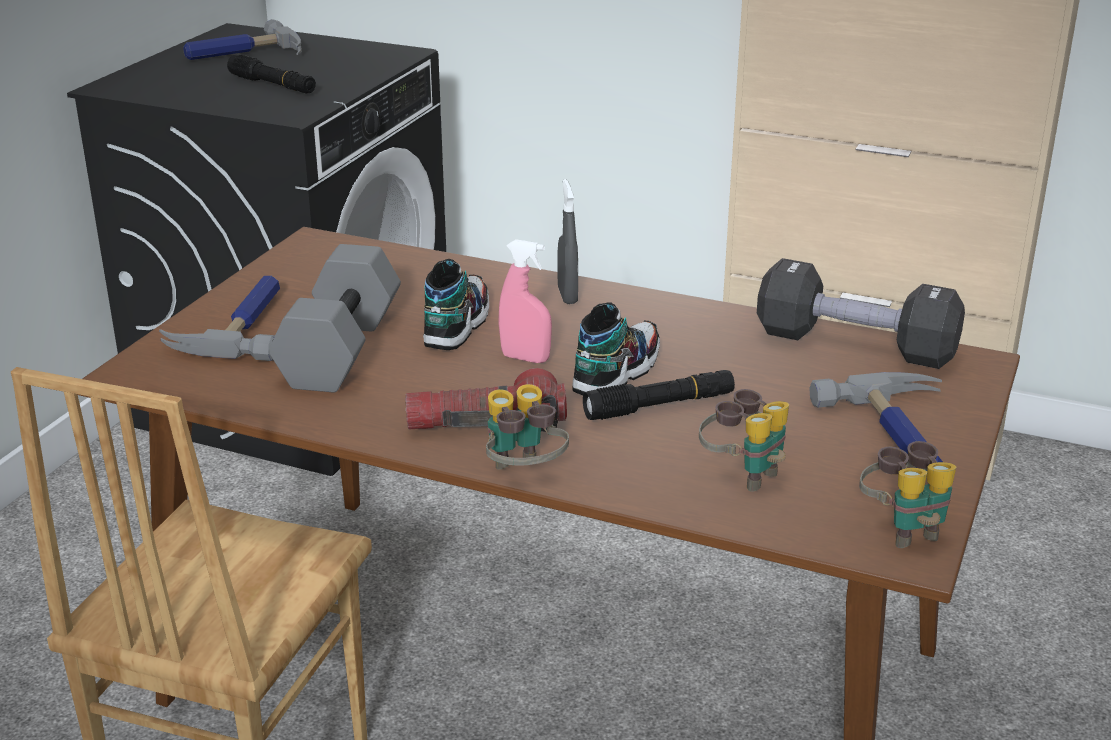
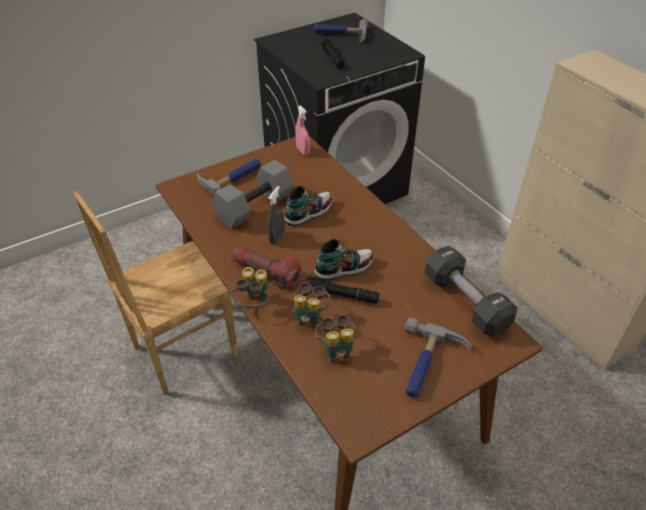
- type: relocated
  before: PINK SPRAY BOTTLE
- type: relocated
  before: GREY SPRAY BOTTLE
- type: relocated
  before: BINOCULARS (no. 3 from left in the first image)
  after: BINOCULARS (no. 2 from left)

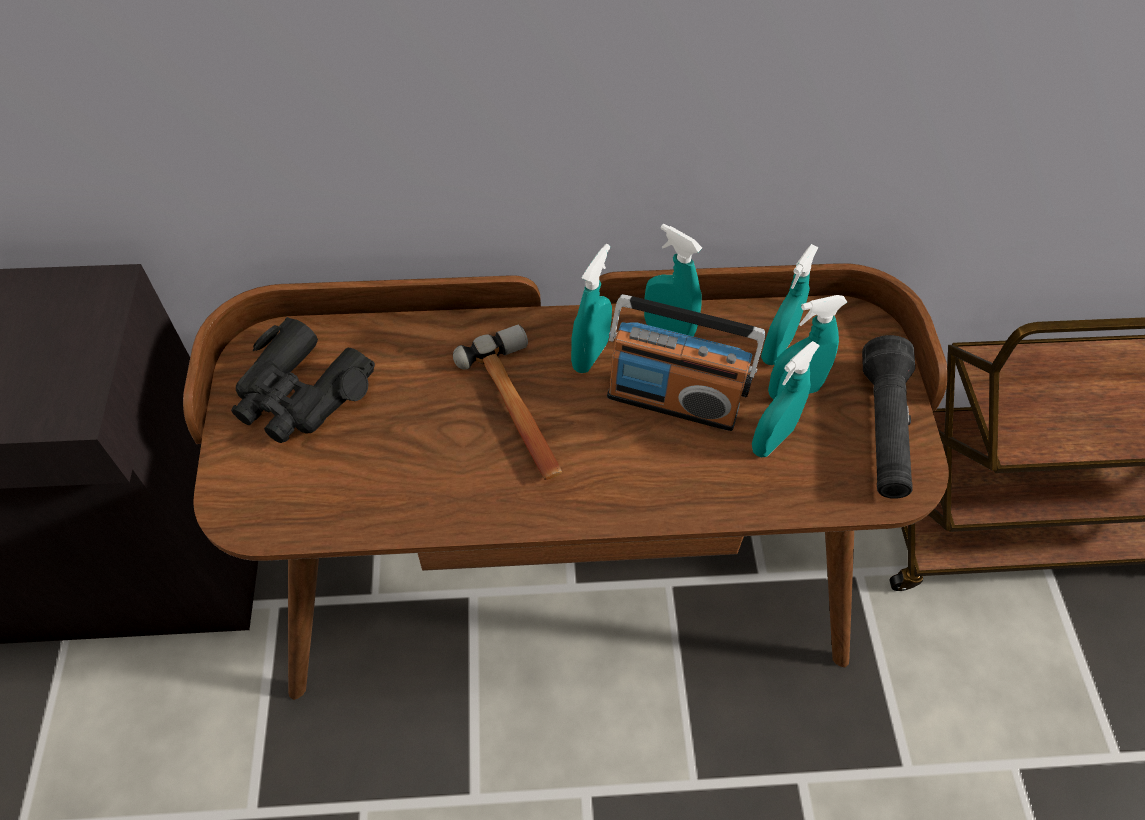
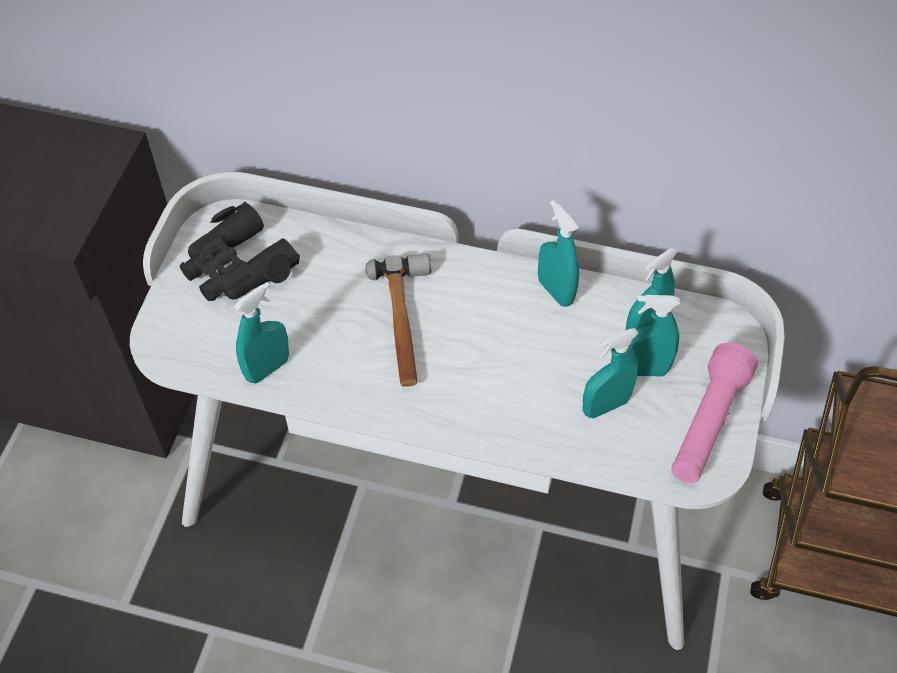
- type: missing
  before: RADIO
- type: relocated
  before: TURQUOISE SPRAY BOTTLE (no. 1 from left)
- type: colour
  before: BROWN DESK
  after: WHITE DESK
- type: colour
  before: BLACK FLASHLIGHT
  after: PINK FLASHLIGHT

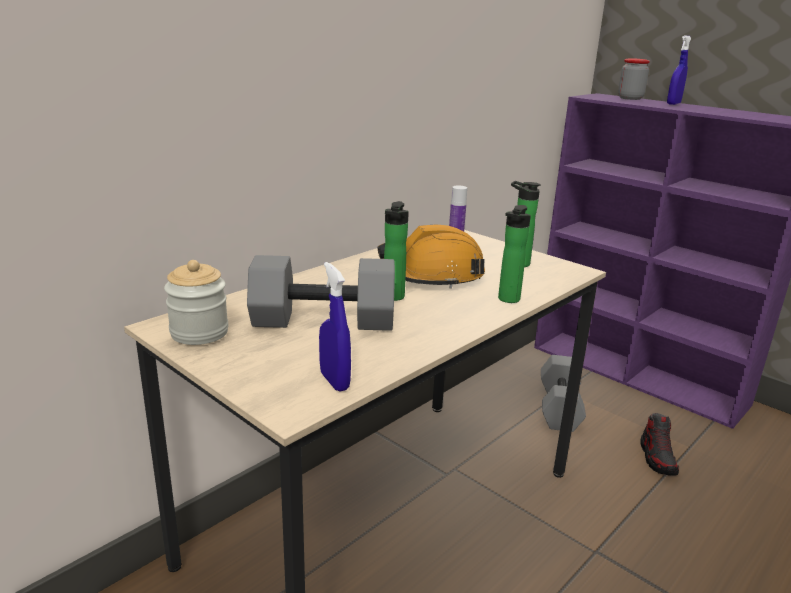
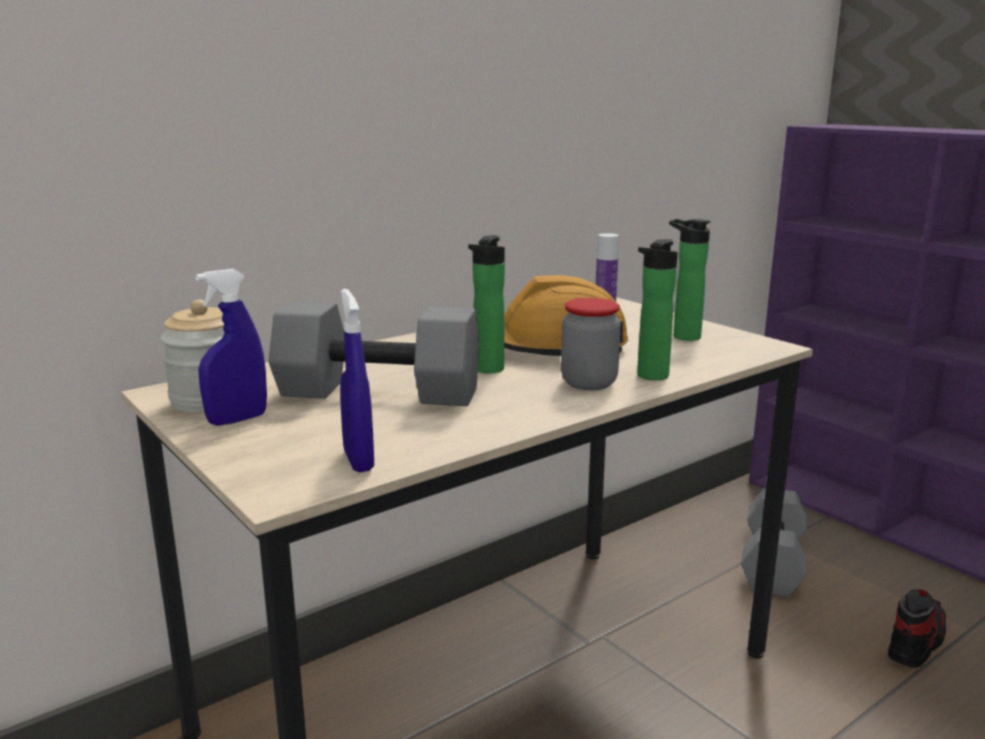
- type: relocated
  before: JAR (no. 2 from left)
- type: relocated
  before: BLUE SPRAY BOTTLE (no. 2 from left in the first image)
  after: BLUE SPRAY BOTTLE (no. 1 from left)
- type: spun
  before: SHOE
  turn: -150

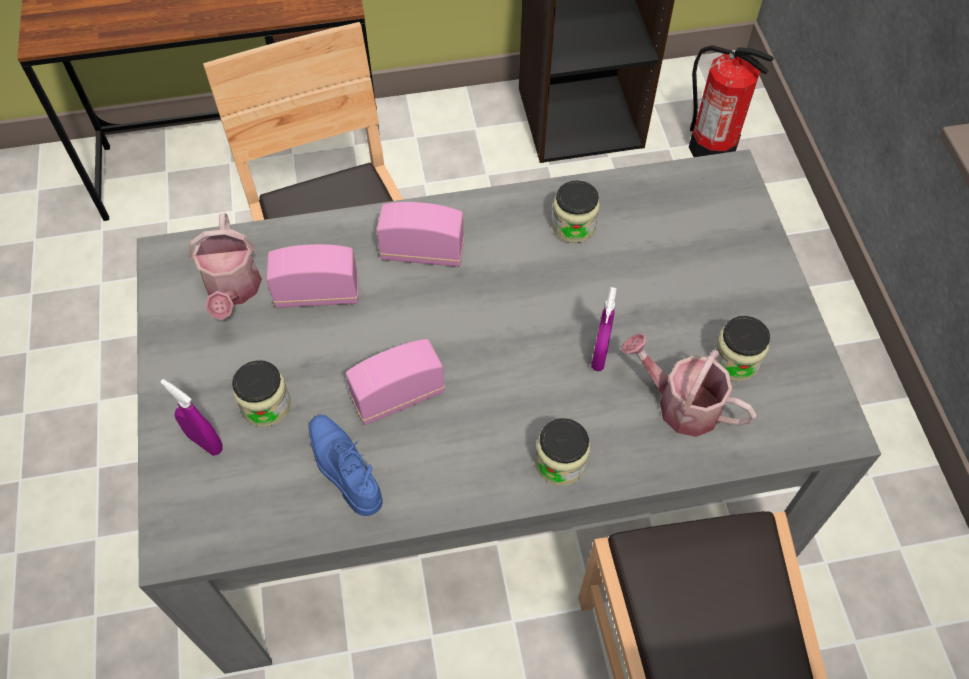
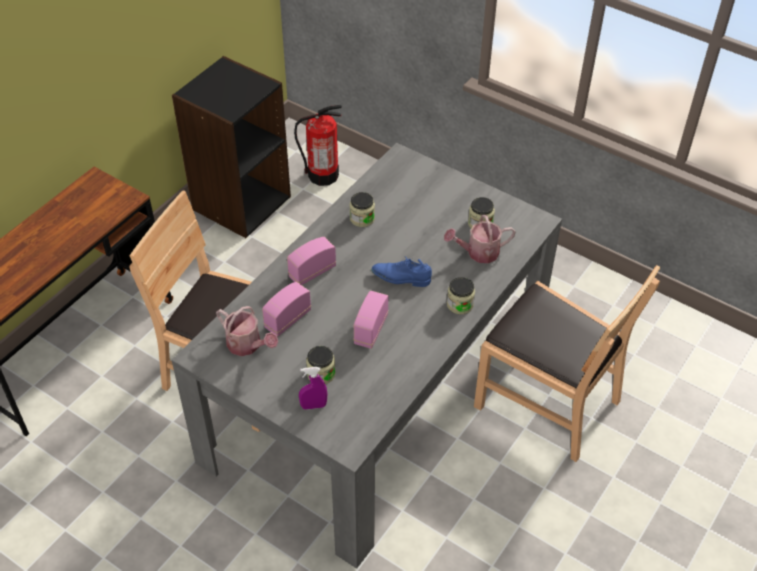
- type: missing
  before: PURPLE SPRAY BOTTLE (no. 2 from left)
- type: relocated
  before: BLUE SHOE

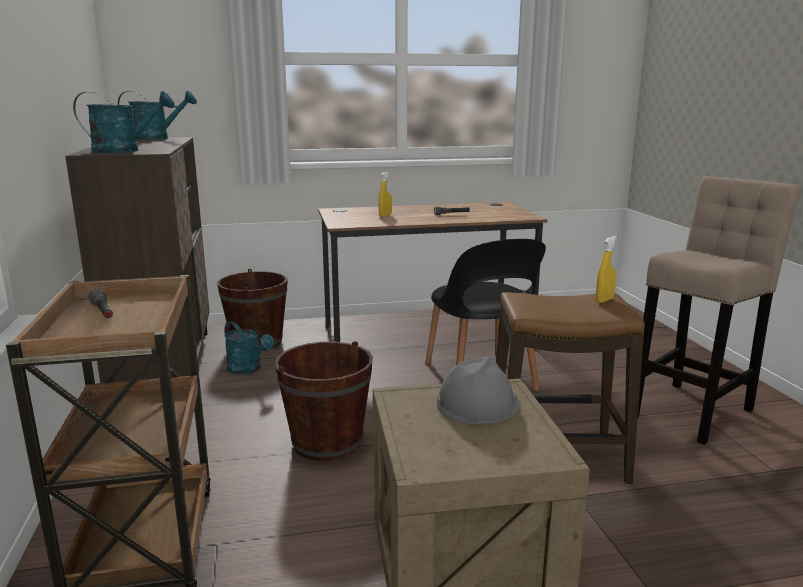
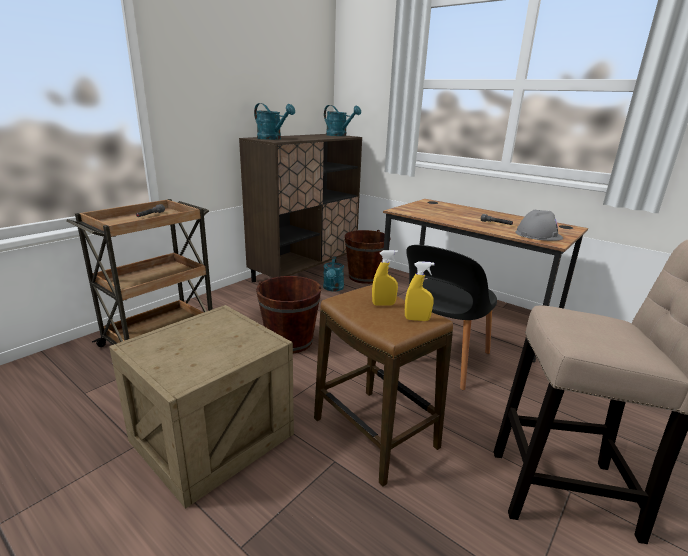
- type: relocated
  before: YELLOW SPRAY BOTTLE (no. 1 from left)
- type: relocated
  before: GREY HARD HAT

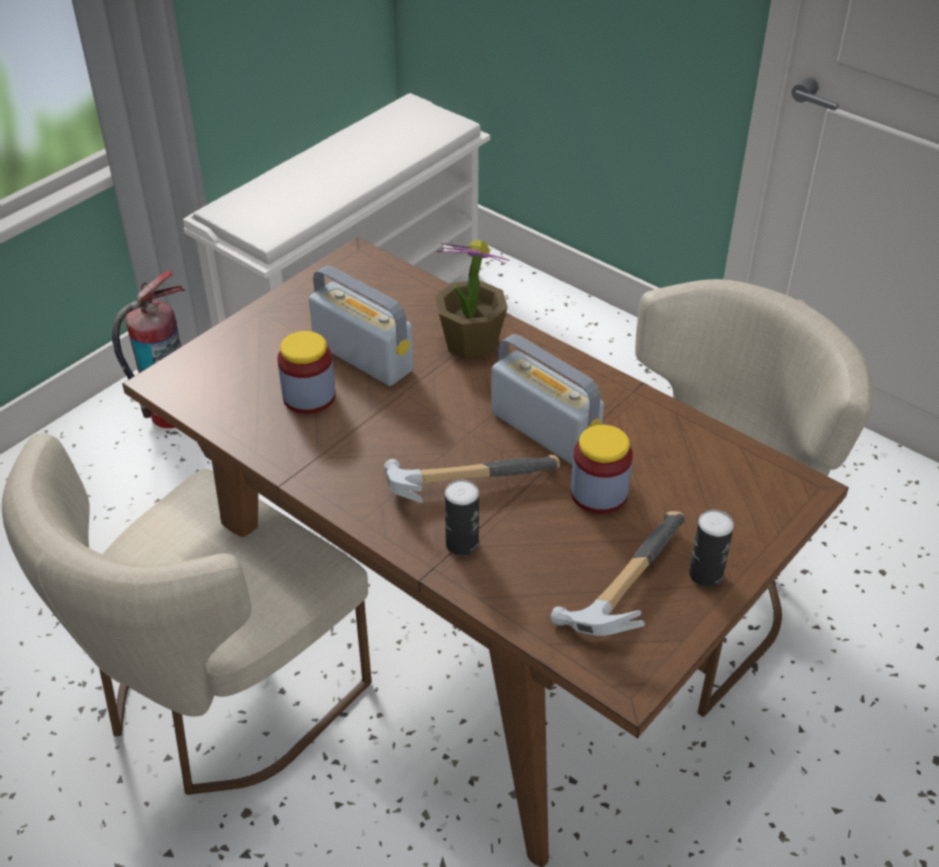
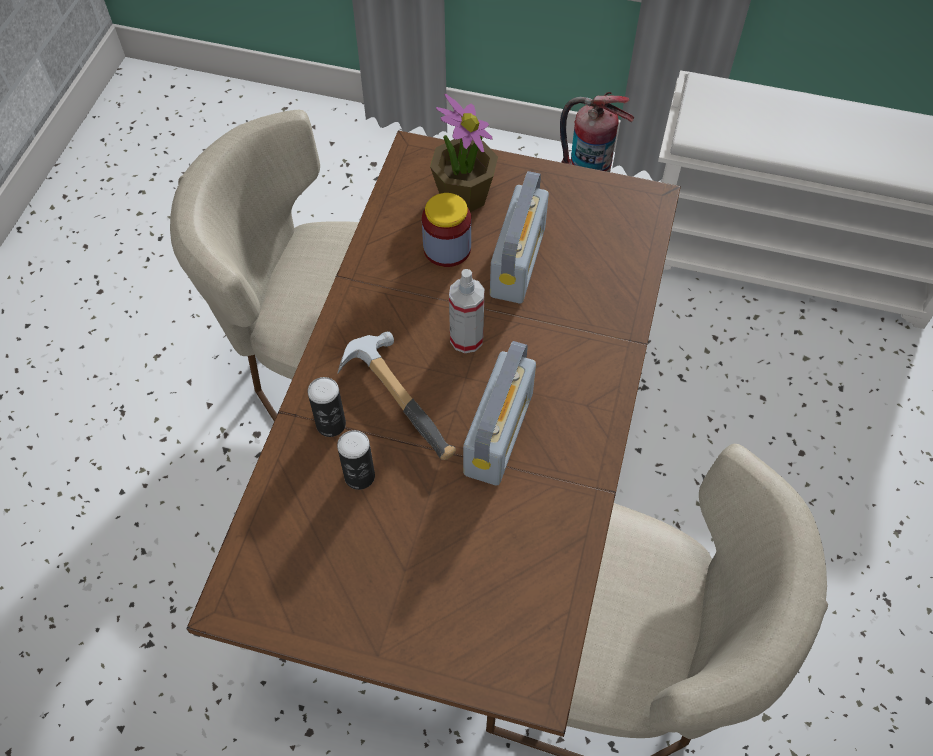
- type: missing
  before: HAMMER (no. 2 from left)
- type: missing
  before: JAR (no. 2 from left)
- type: appeared
  after: SPRAY BOTTLE
- type: relocated
  before: POTTED PLANT
- type: relocated
  before: CAN (no. 2 from left)

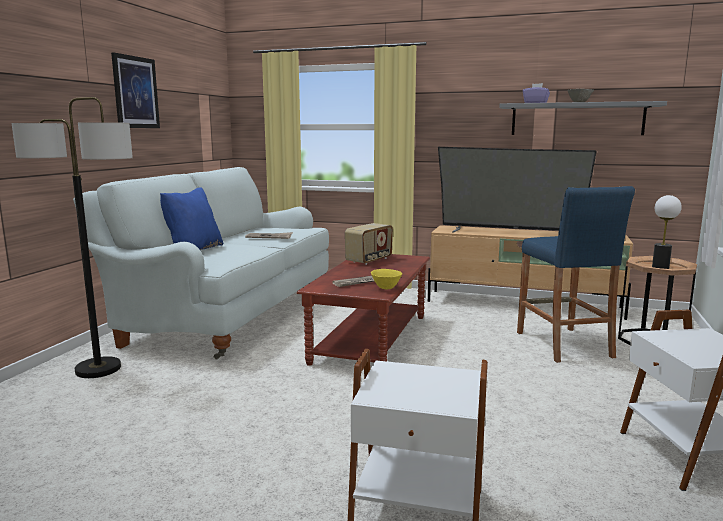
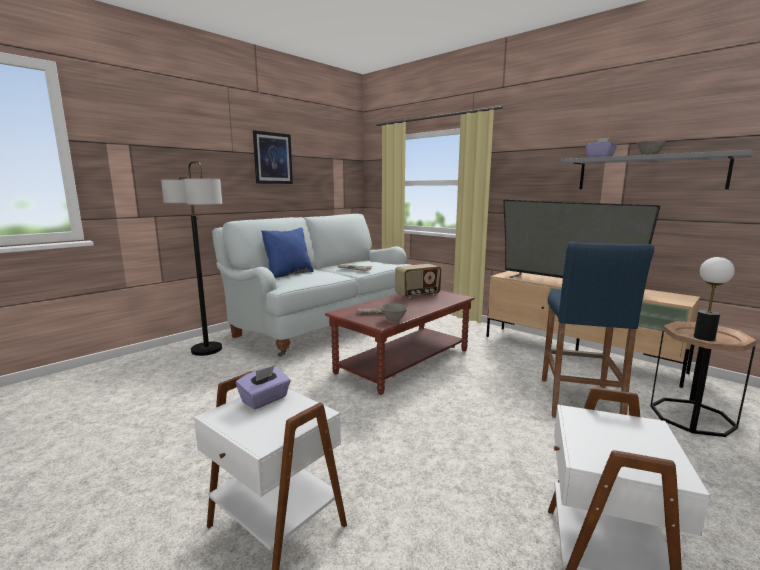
- type: appeared
  after: PURPLE TISSUE BOX (no. 1 from left)
- type: colour
  before: YELLOW BOWL
  after: GREY BOWL (no. 1 from left)

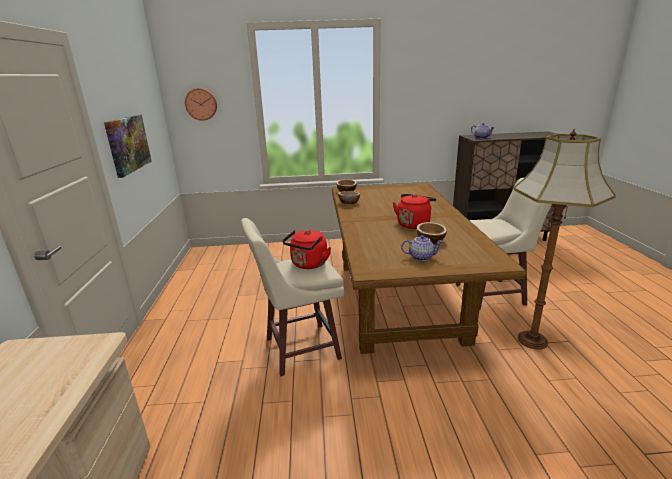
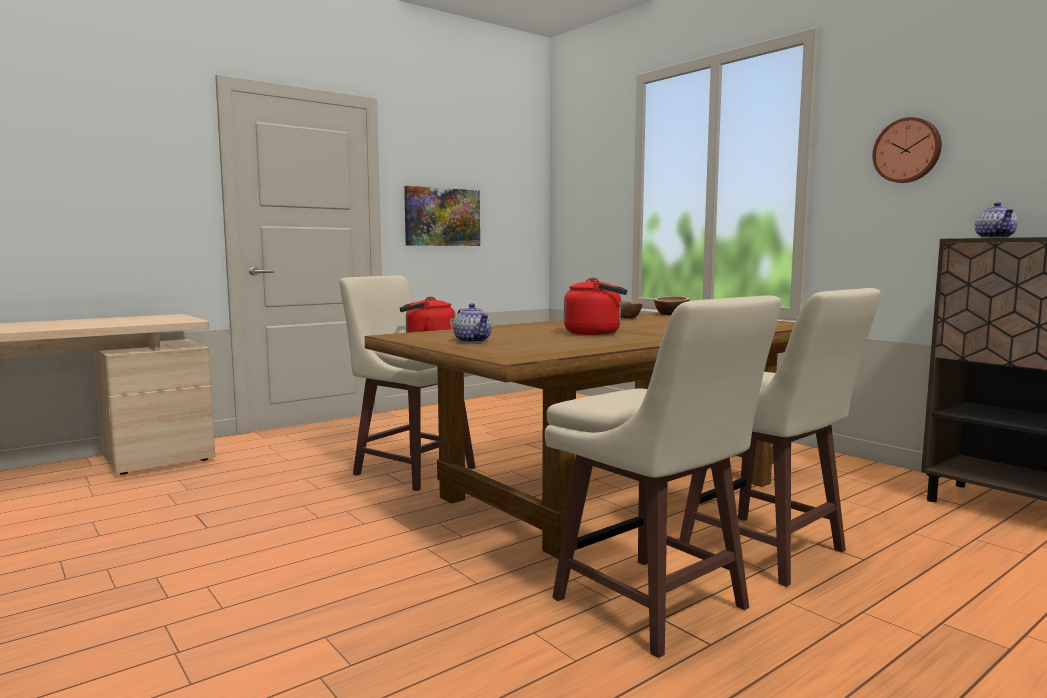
- type: missing
  before: BOWL (no. 3 from left)
- type: relocated
  before: WALL CLOCK
- type: exchanged
  before: FLOOR LAMP
  after: BEIGE STOOL (no. 2 from left)

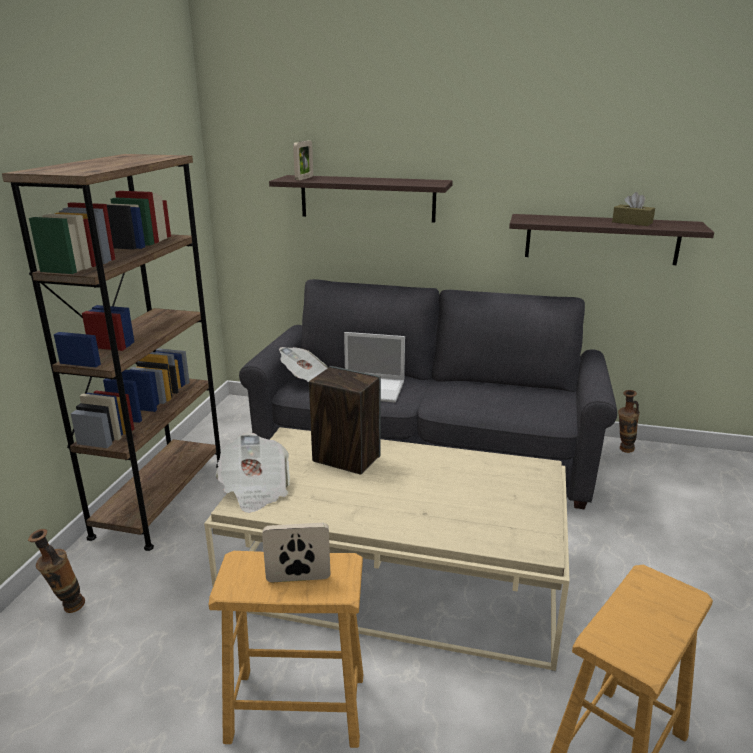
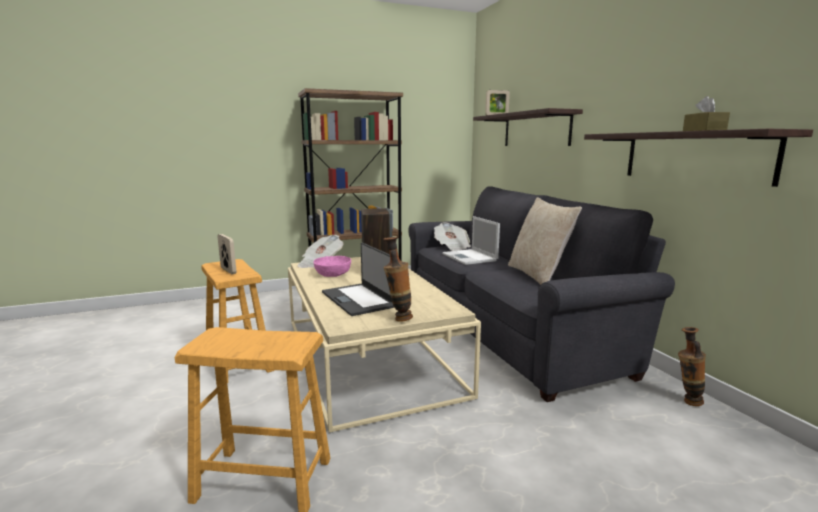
- type: appeared
  after: PINK BOWL
- type: appeared
  after: LAPTOP (no. 1 from left)
- type: appeared
  after: BEIGE PILLOW
- type: relocated
  before: VASE (no. 1 from left)

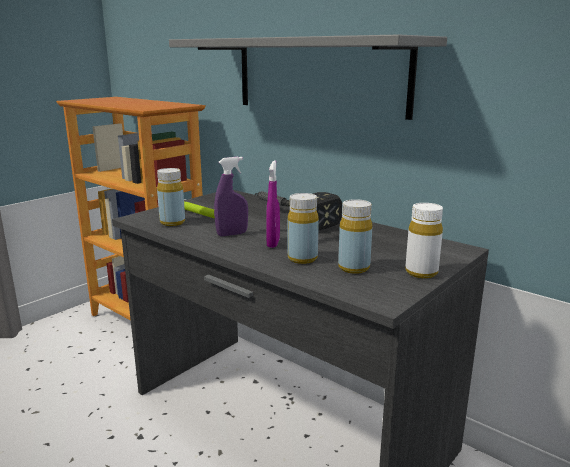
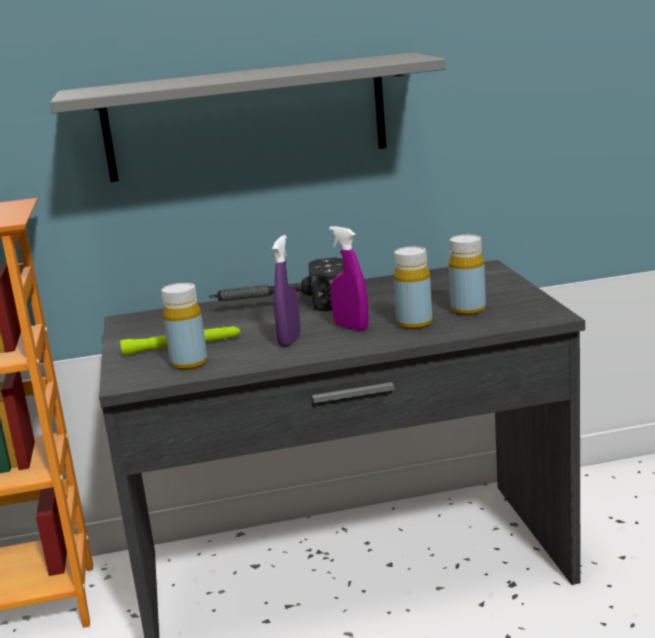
- type: missing
  before: WHITE BOTTLE

